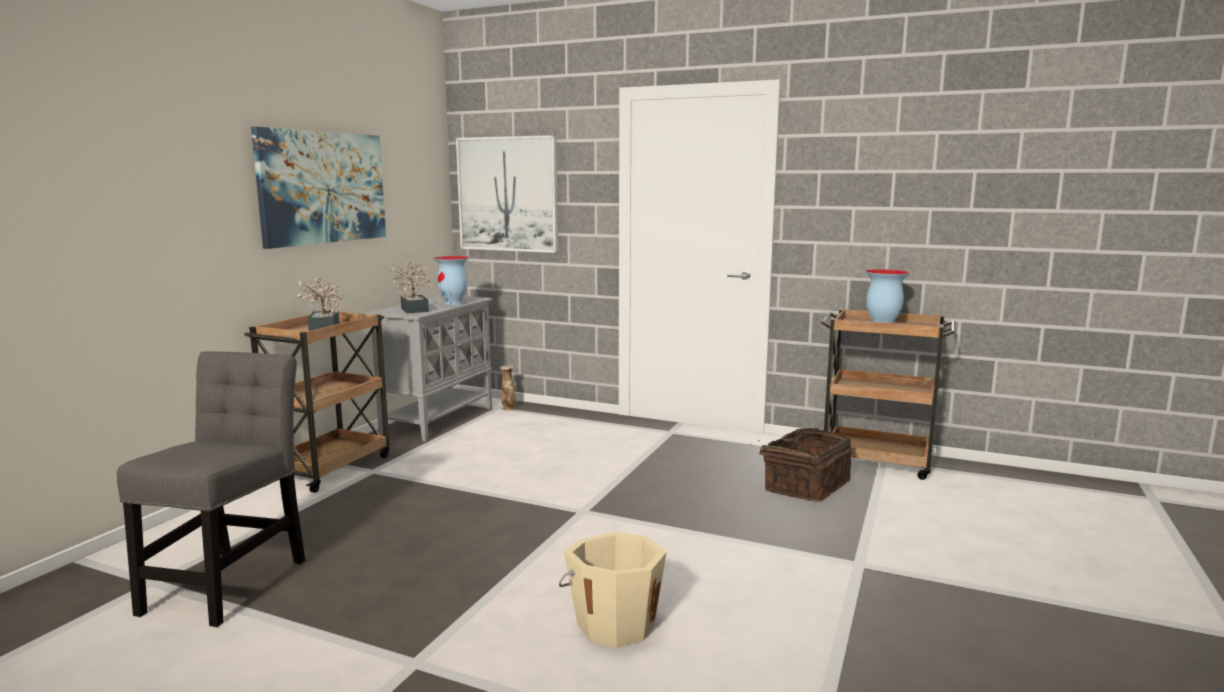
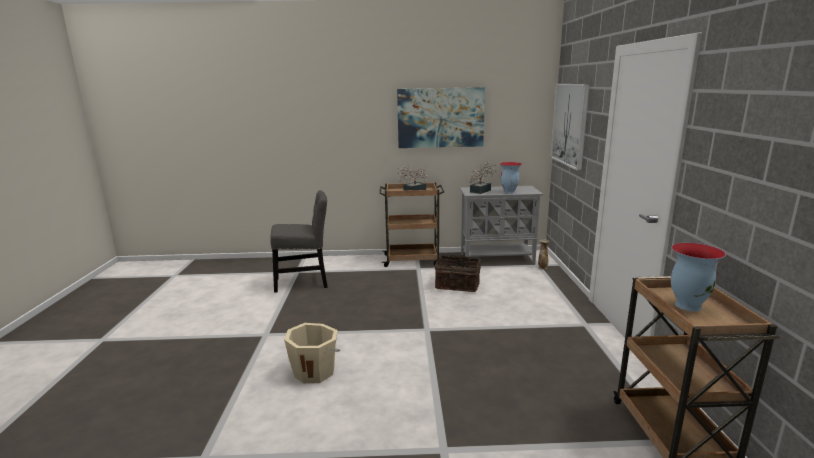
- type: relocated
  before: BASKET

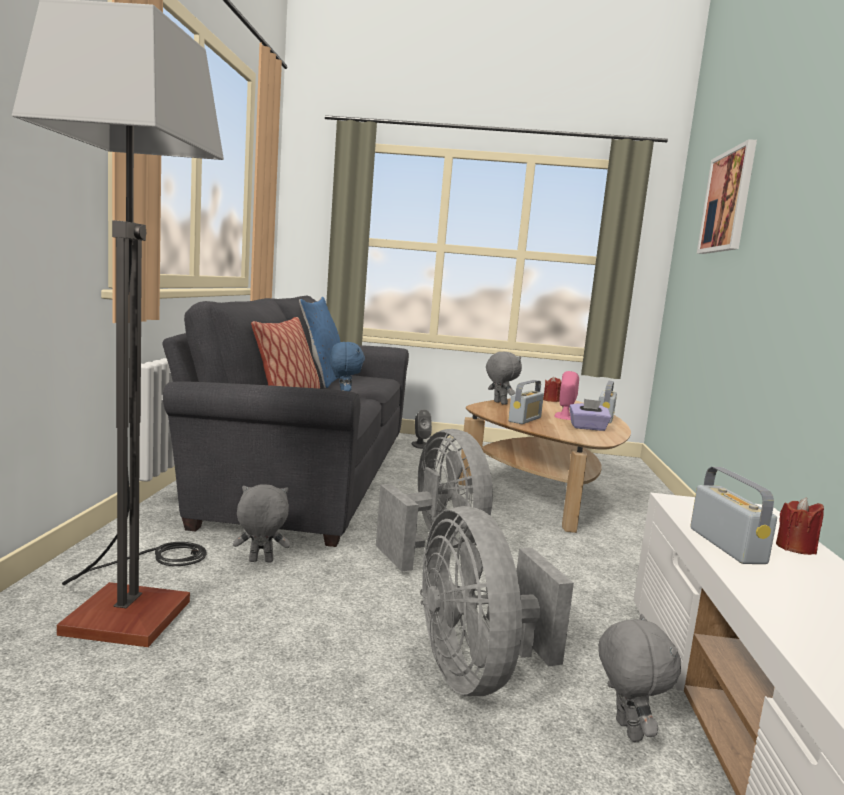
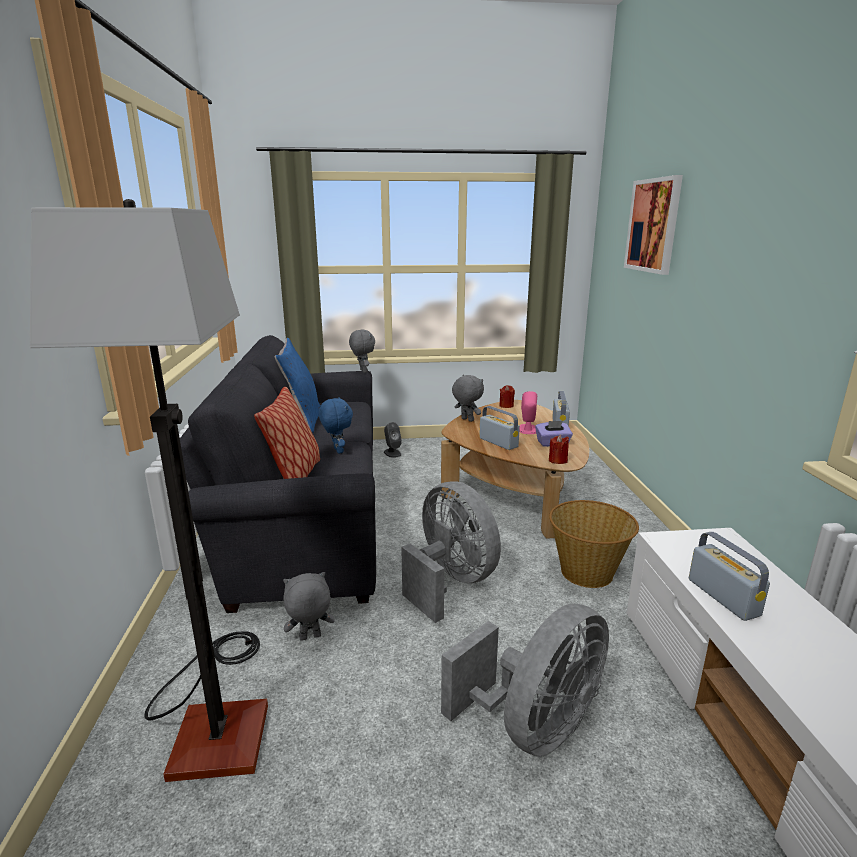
- type: appeared
  after: BASKET
- type: relocated
  before: GREY PLUSH TOY (no. 3 from left in the first image)
  after: GREY PLUSH TOY (no. 2 from left)
- type: relocated
  before: RED CANDLE (no. 2 from left)
- type: spun
  before: GREY FAN (no. 2 from left)
  turn: -105
- type: spun
  before: RADIO (no. 1 from left)
  turn: -60

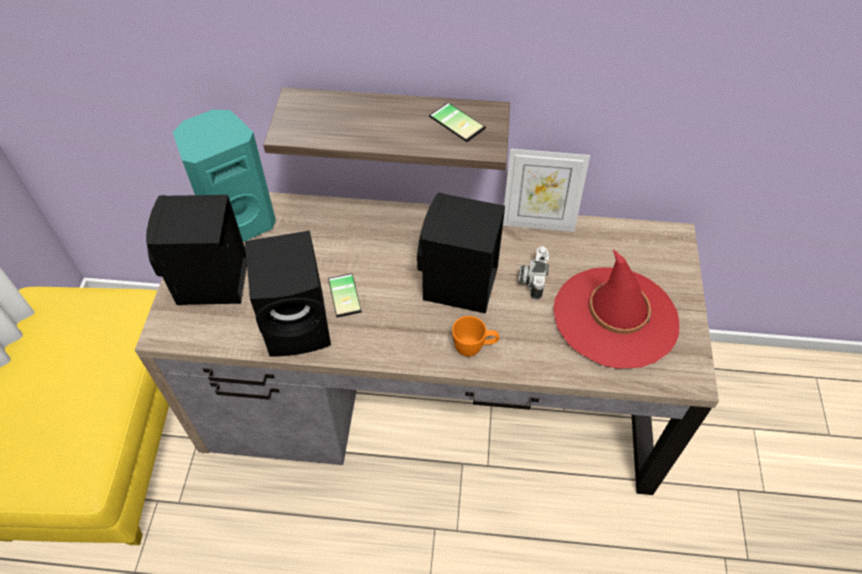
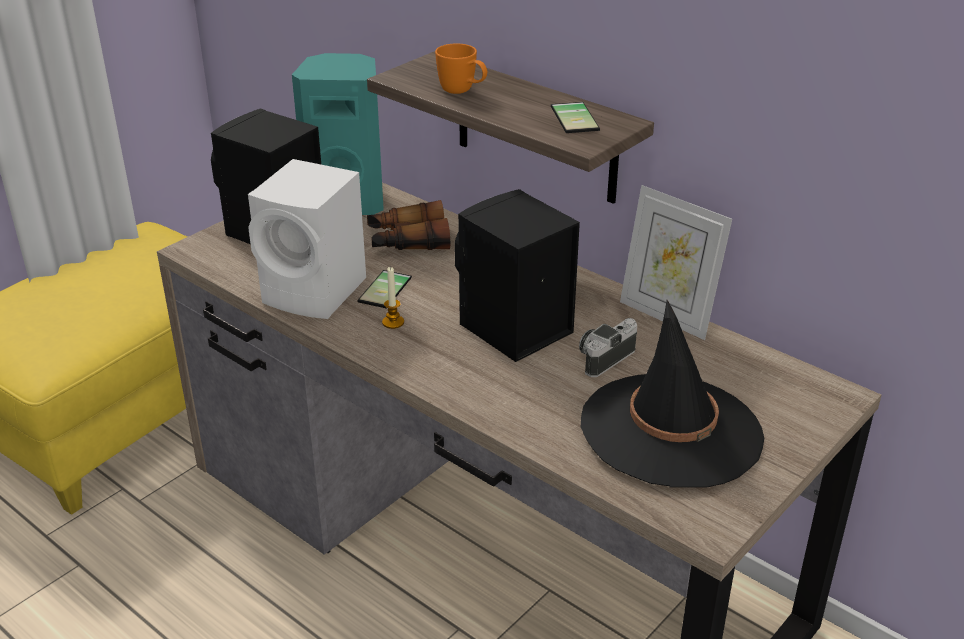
- type: appeared
  after: BINOCULARS
- type: appeared
  after: CANDLE
- type: relocated
  before: ORANGE MUG
- type: colour
  before: BLACK SPEAKER (no. 2 from left)
  after: WHITE SPEAKER
- type: colour
  before: RED HAT
  after: BLACK HAT

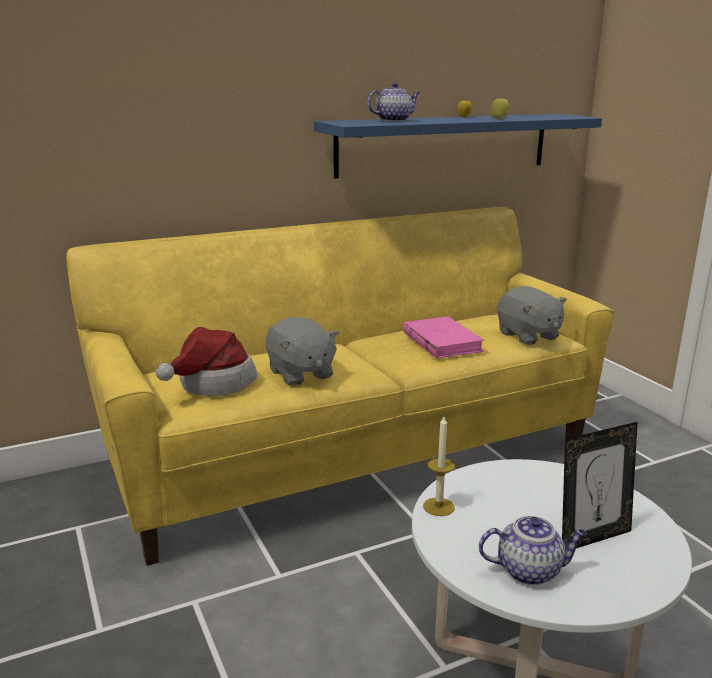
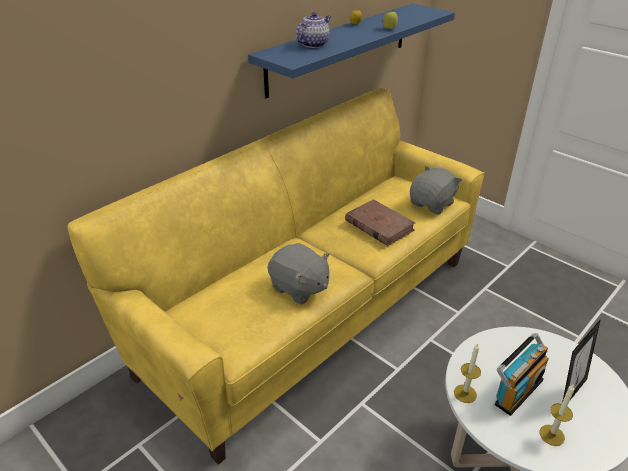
- type: missing
  before: HAT
- type: appeared
  after: RADIO
- type: exchanged
  before: TEAPOT (no. 2 from left)
  after: CANDLE (no. 2 from left)
- type: colour
  before: PINK BOOK
  after: BROWN BOOK
- type: spun
  before: GREY PLUSH TOY (no. 2 from left)
  turn: -90

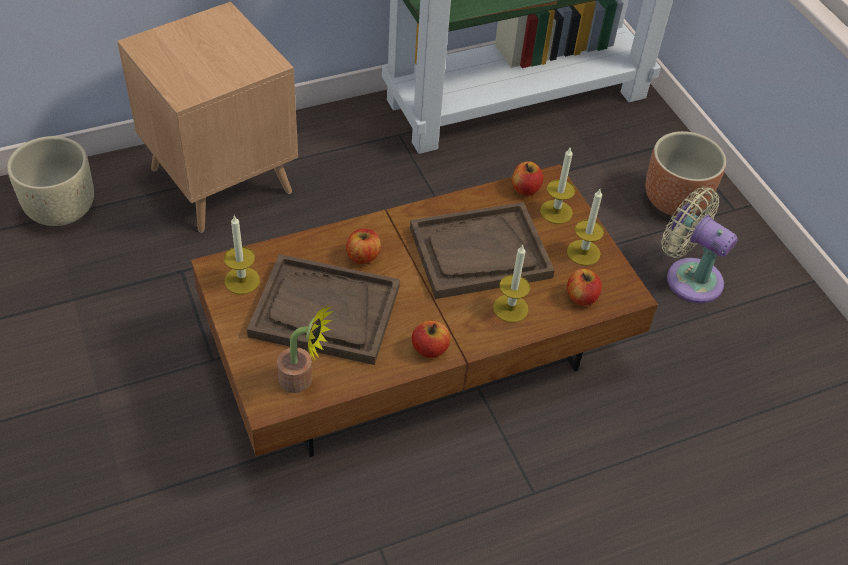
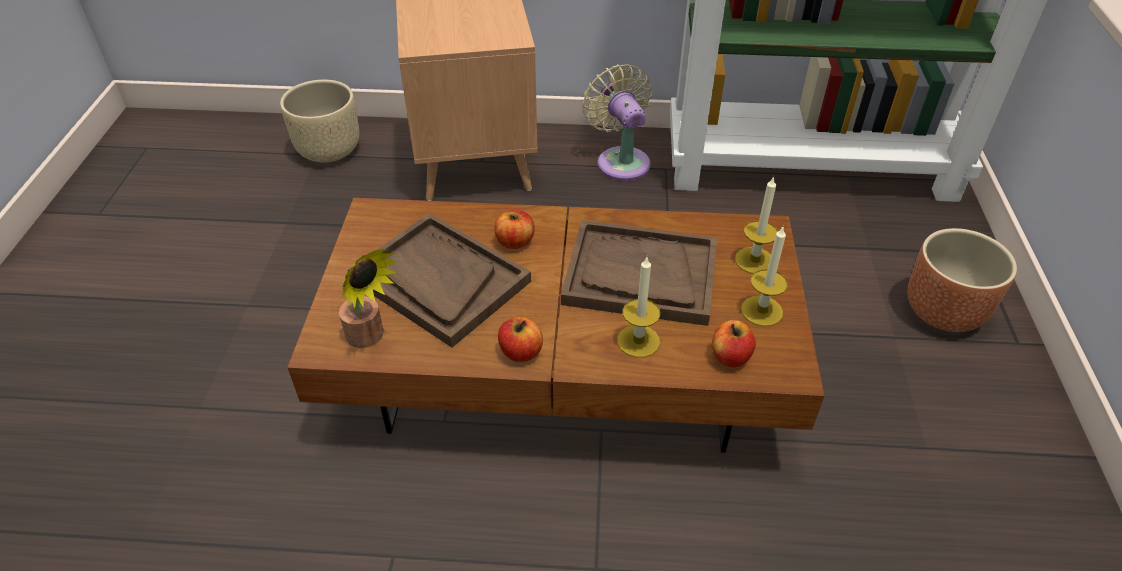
- type: missing
  before: CANDLE (no. 1 from left)
- type: missing
  before: APPLE (no. 3 from left)
- type: relocated
  before: BEIGE FAN

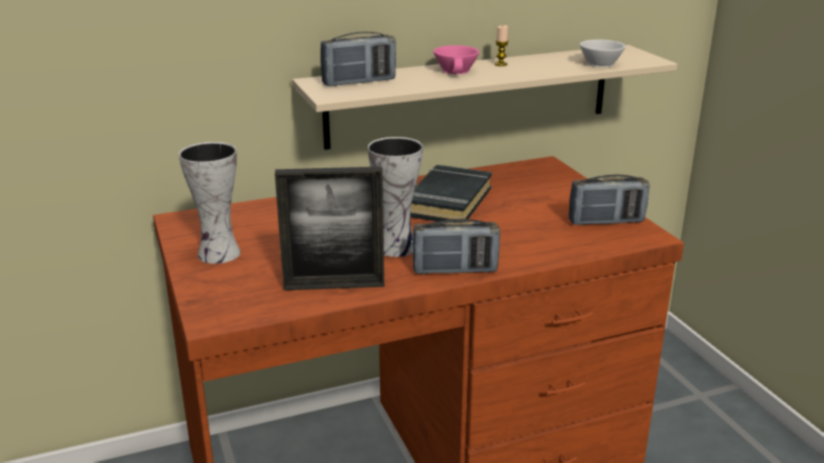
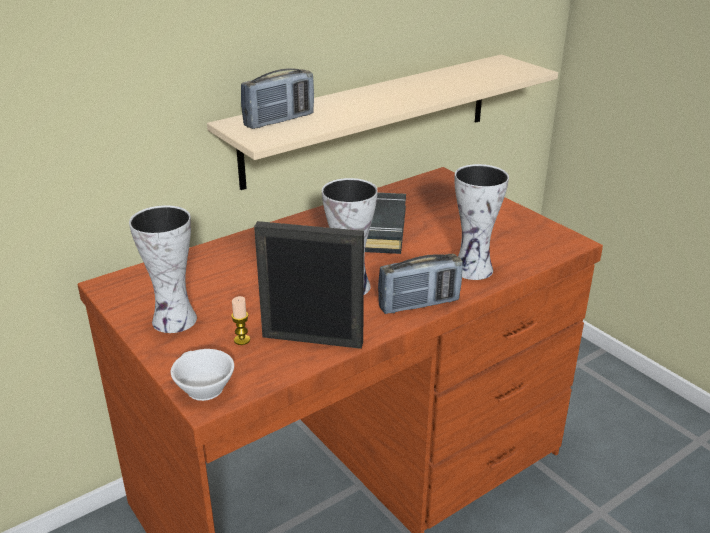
- type: missing
  before: PINK CUP
- type: missing
  before: RADIO (no. 3 from left)
- type: appeared
  after: VASE (no. 3 from left)
- type: relocated
  before: CANDLE
- type: relocated
  before: WHITE CUP
- type: spun
  before: PICTURE FRAME
  turn: -150

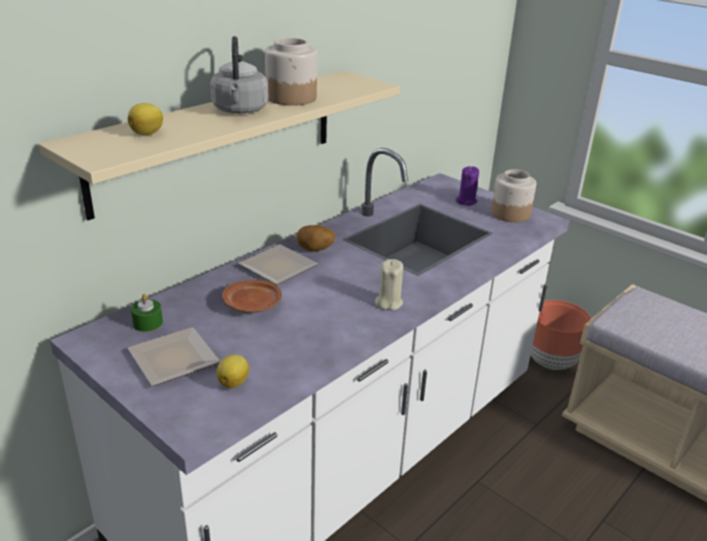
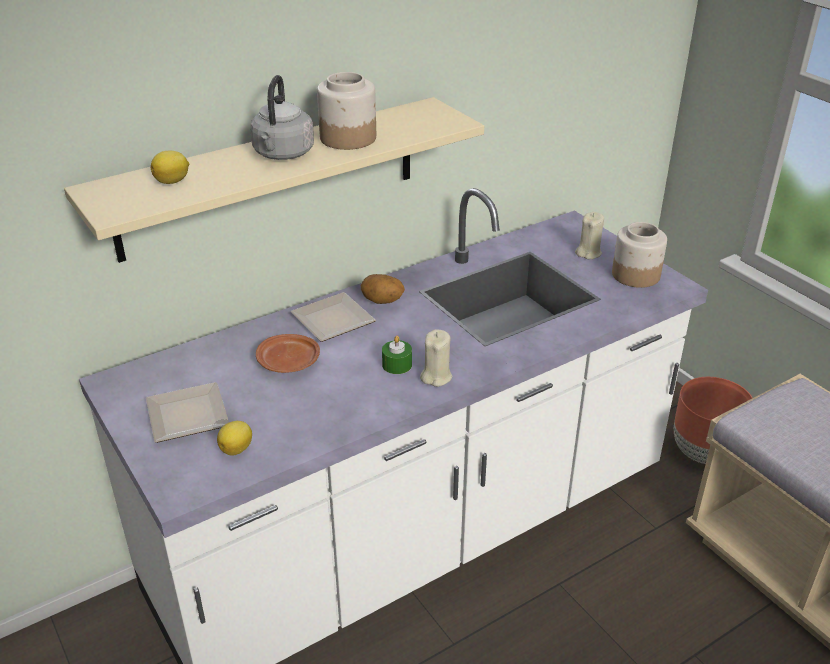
- type: relocated
  before: GREEN CANDLE
- type: colour
  before: PURPLE CANDLE
  after: BEIGE CANDLE (no. 2 from left)

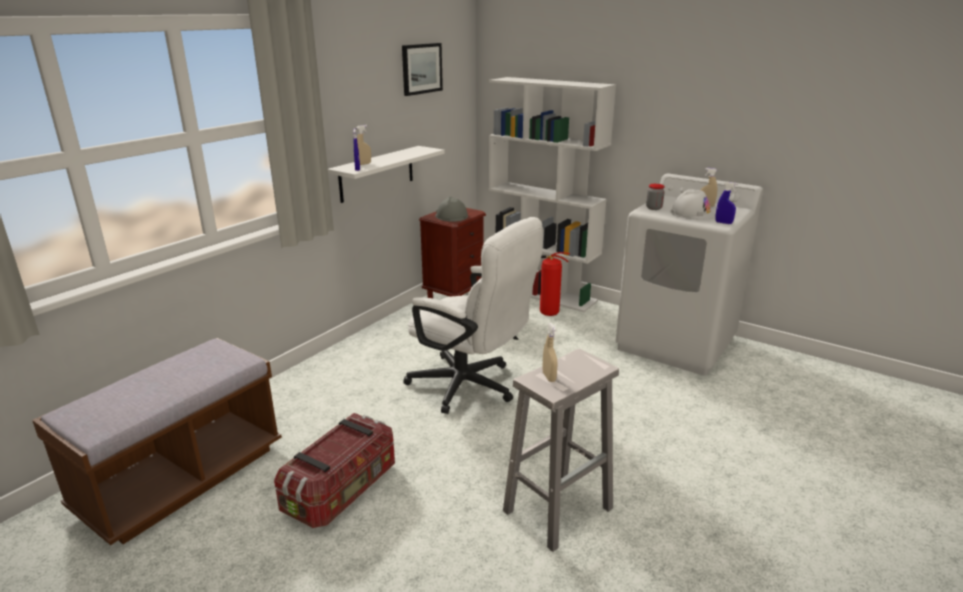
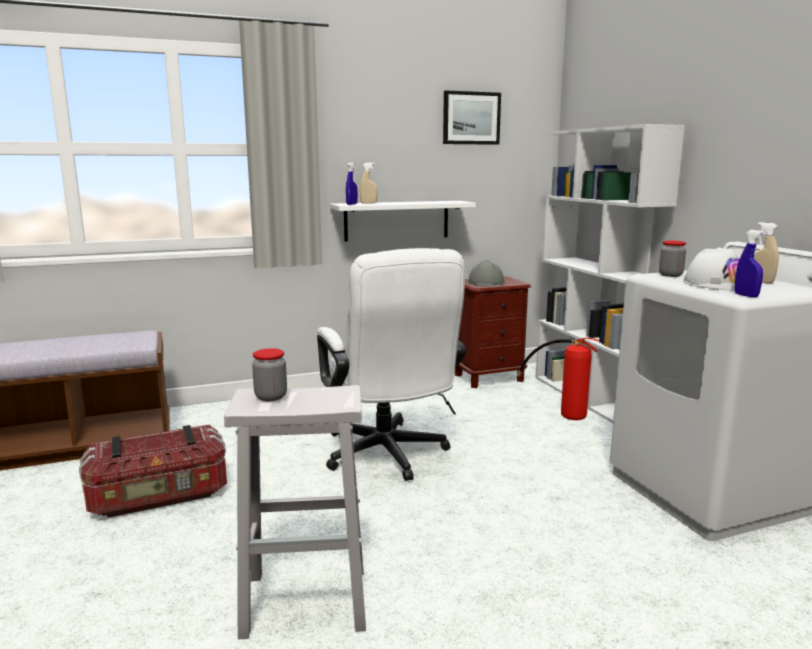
- type: exchanged
  before: BEIGE SPRAY BOTTLE (no. 2 from left)
  after: JAR (no. 1 from left)

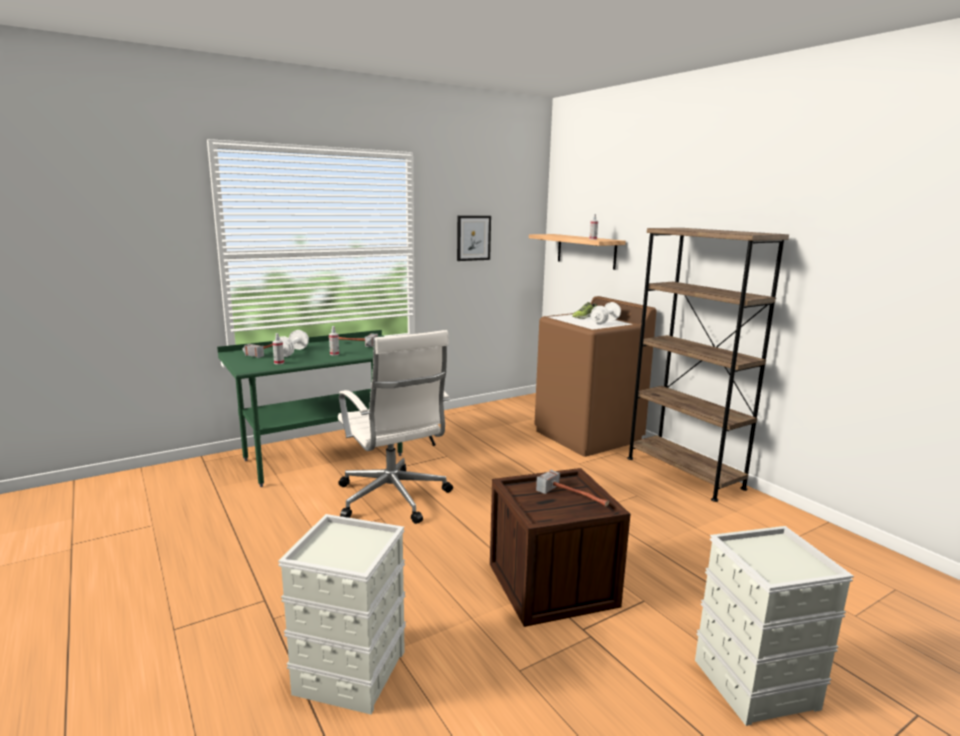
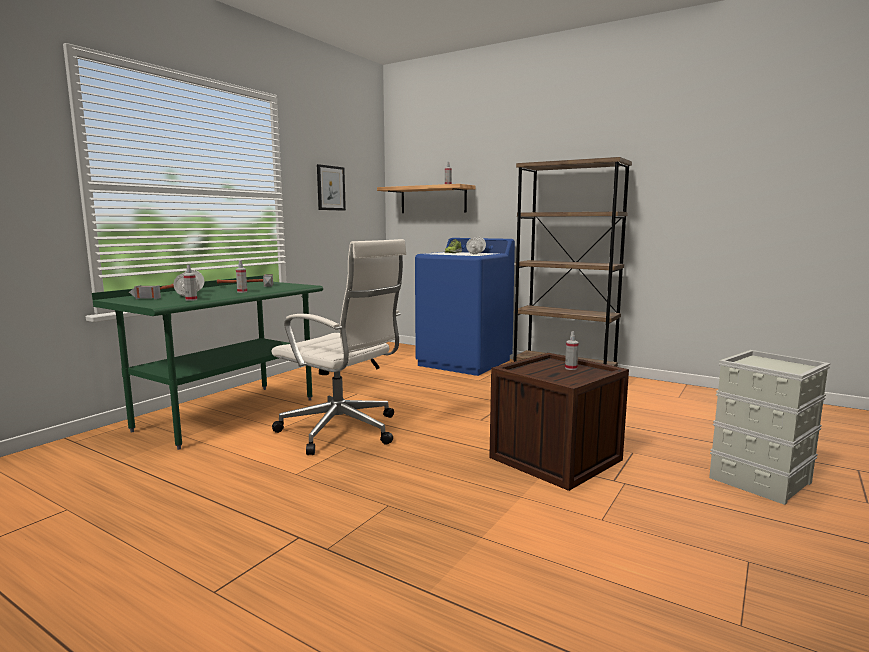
- type: missing
  before: GREY STORAGE BOX (no. 1 from left)
- type: exchanged
  before: HAMMER (no. 3 from left)
  after: SPRAY BOTTLE (no. 4 from left)
- type: colour
  before: BROWN WASHING MACHINE
  after: BLUE WASHING MACHINE

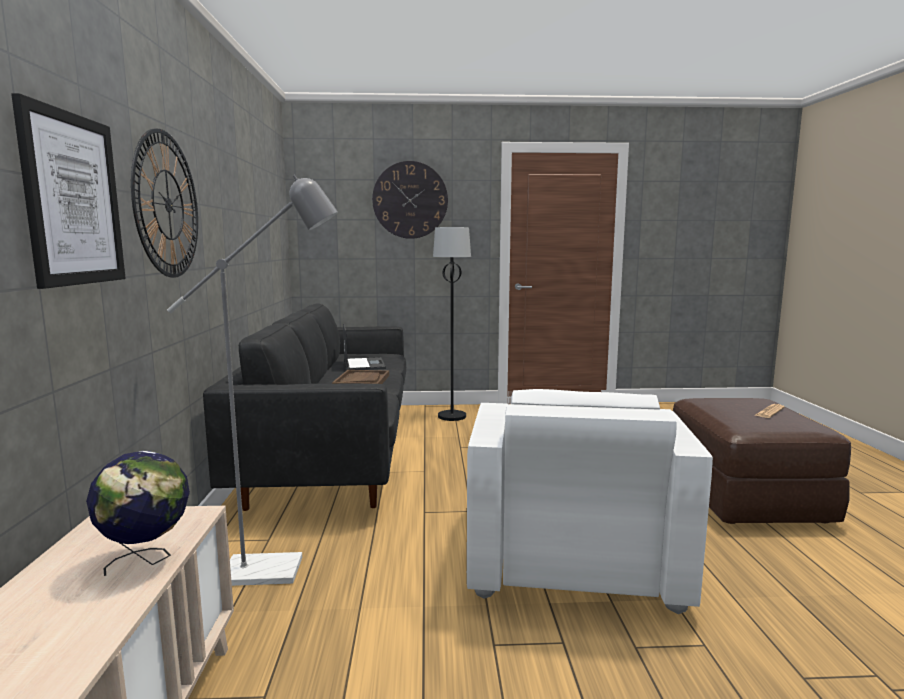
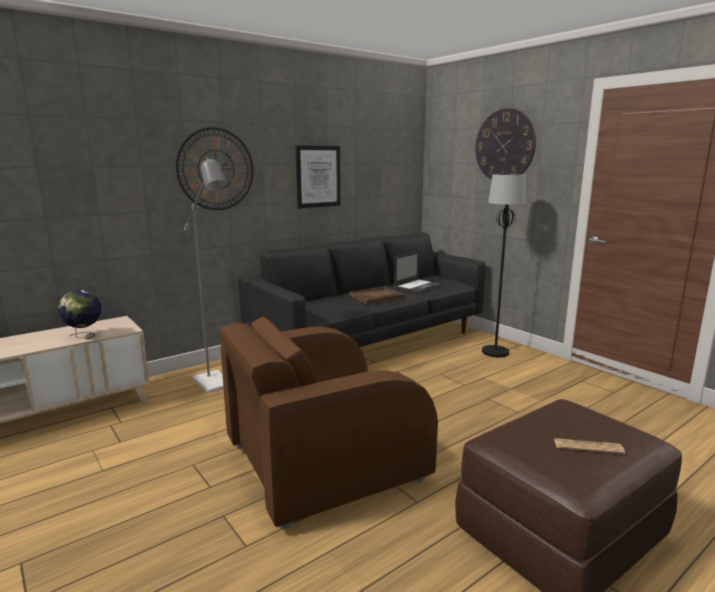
- type: relocated
  before: PICTURE
- type: colour
  before: WHITE ARMCHAIR
  after: BROWN ARMCHAIR

